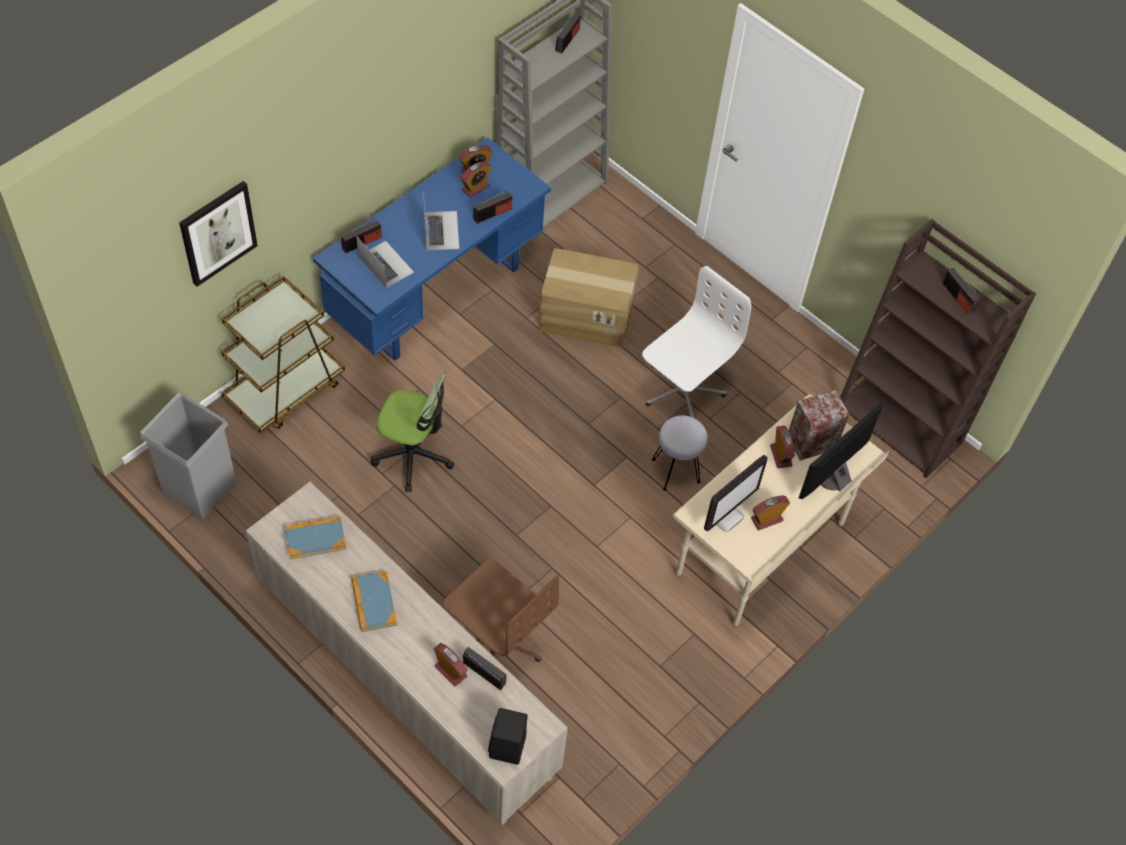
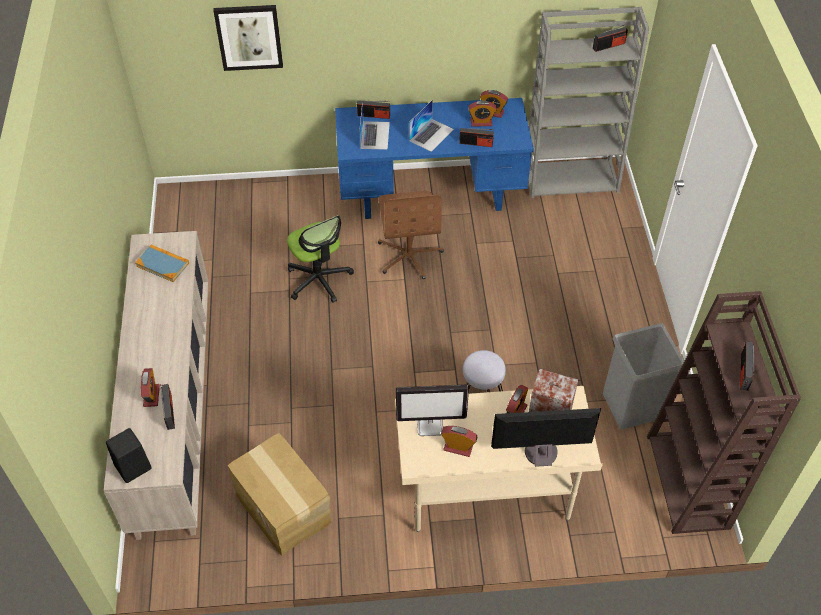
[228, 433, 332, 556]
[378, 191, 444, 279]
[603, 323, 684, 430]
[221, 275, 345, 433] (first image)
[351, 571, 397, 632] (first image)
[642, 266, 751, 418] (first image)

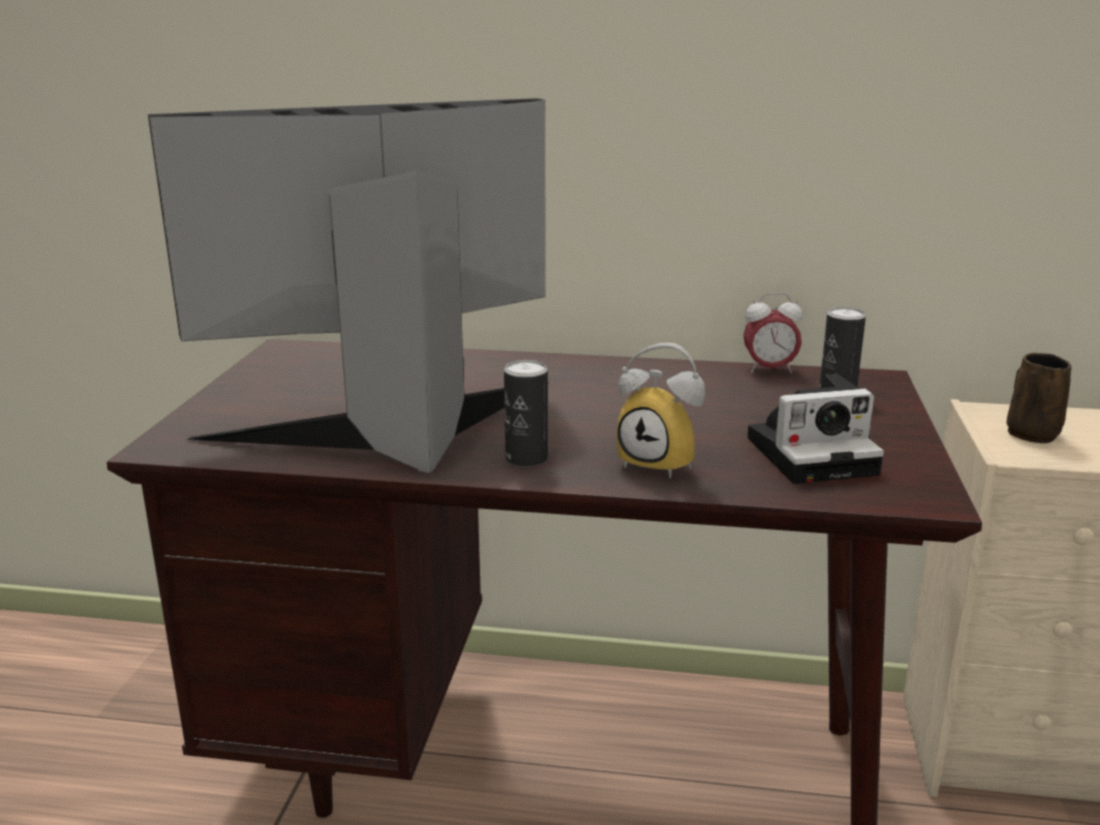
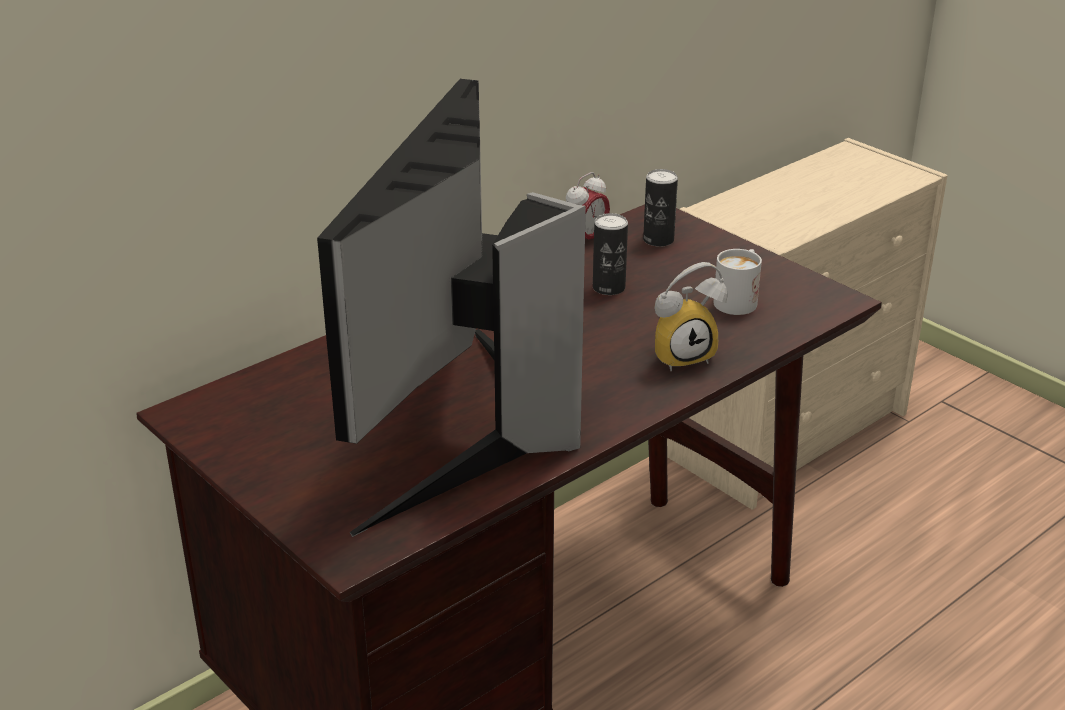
[593, 213, 628, 295]
[714, 249, 762, 315]
[1007, 353, 1071, 443] (first image)

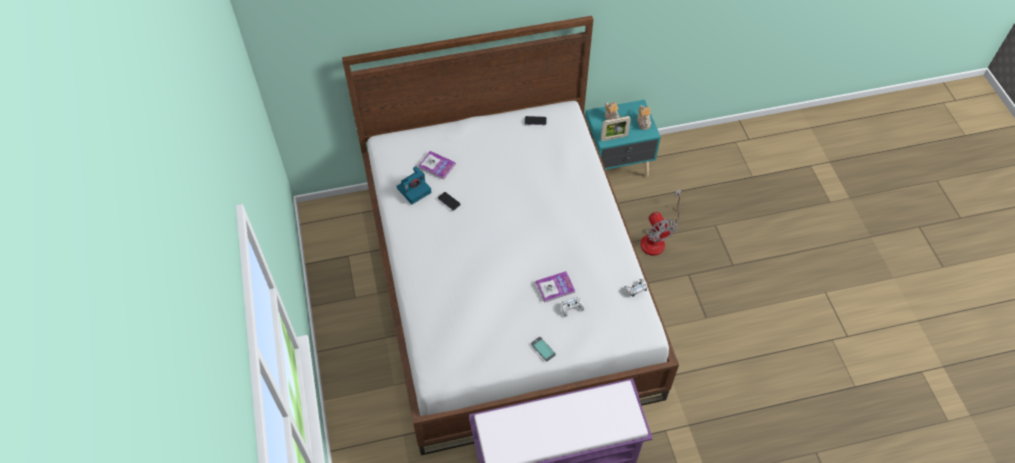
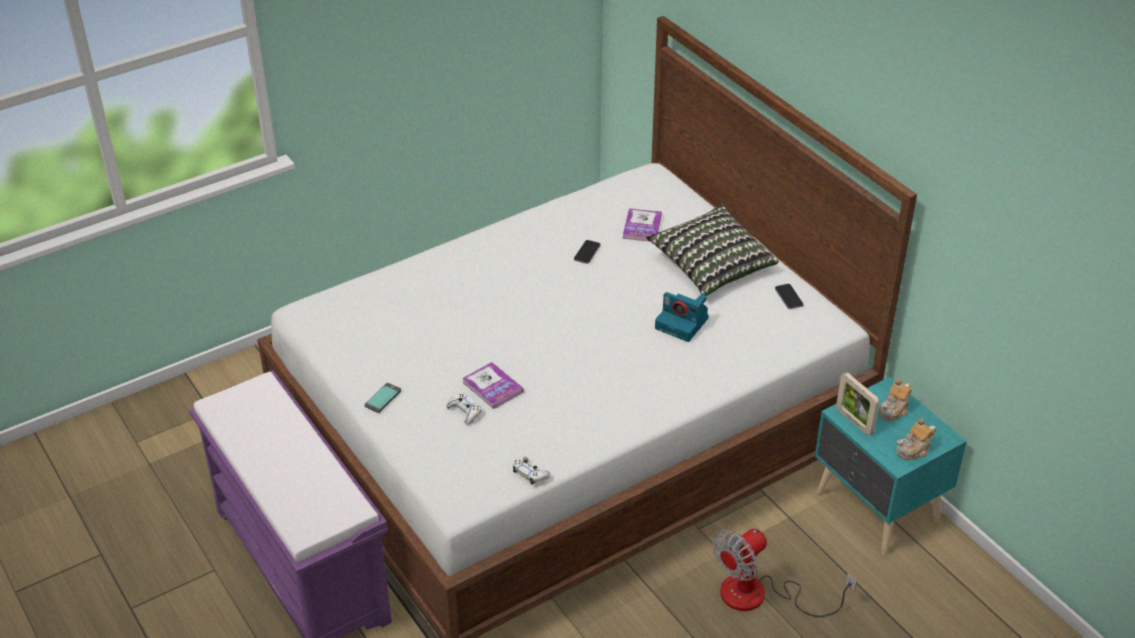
[646, 205, 779, 296]
[655, 292, 709, 342]

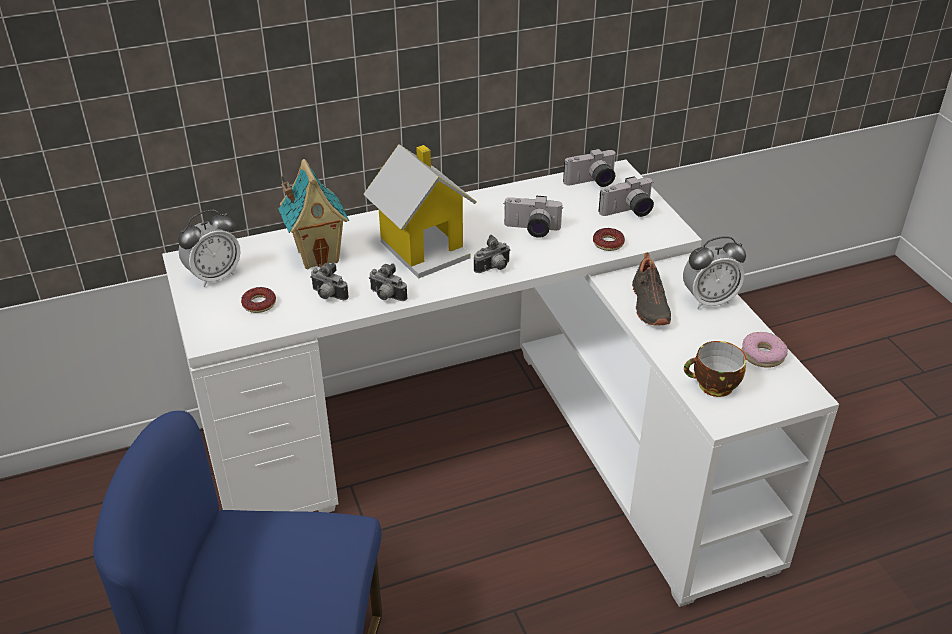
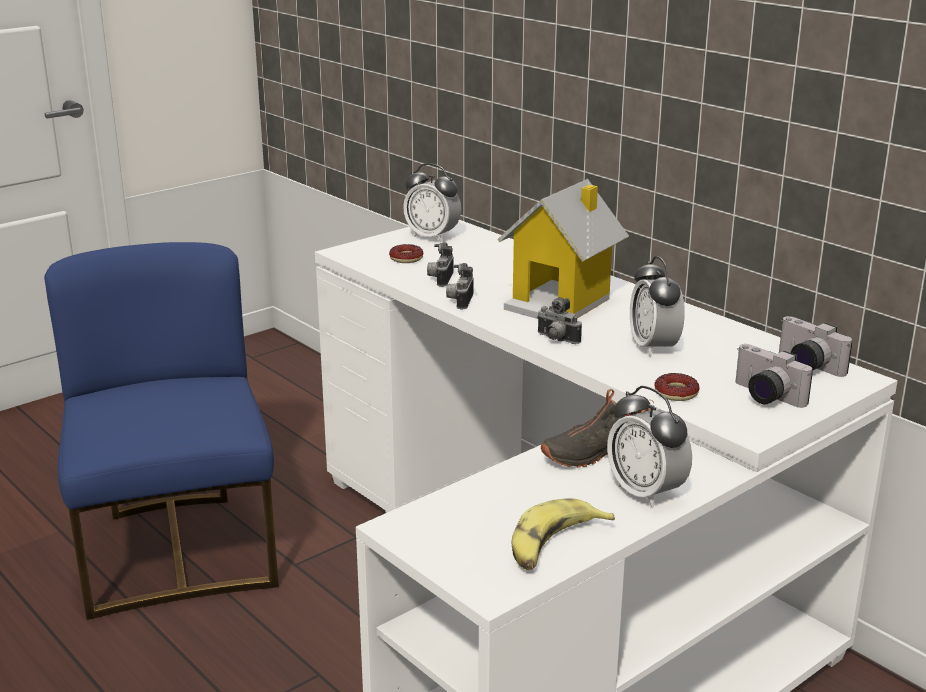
[512, 499, 615, 570]
[630, 256, 685, 357]
[279, 159, 349, 269] (first image)
[684, 341, 746, 397] (first image)

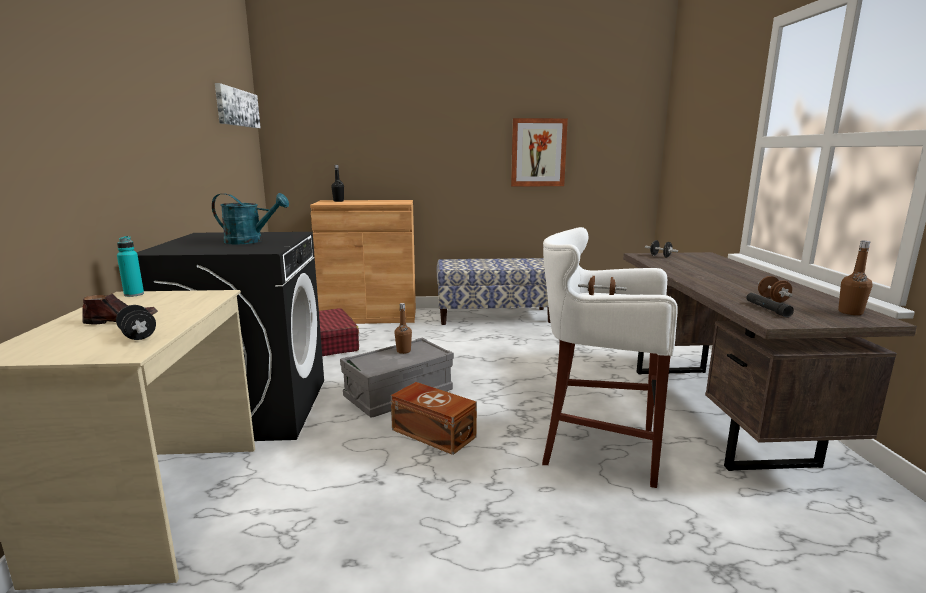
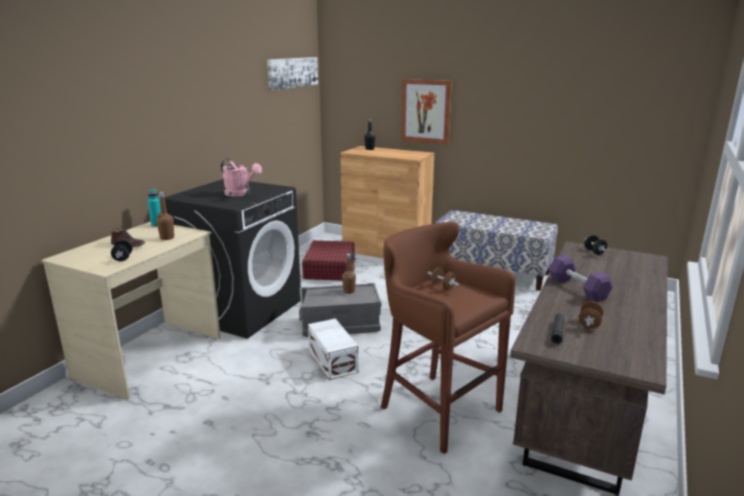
[156, 192, 174, 240]
[220, 159, 262, 197]
[308, 318, 358, 380]
[381, 222, 515, 454]
[402, 79, 452, 144]
[548, 255, 613, 302]

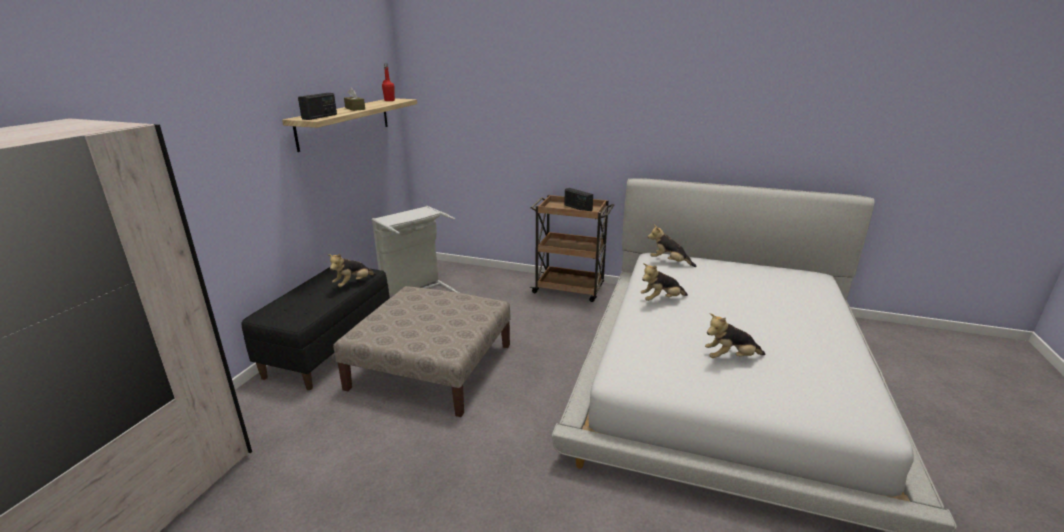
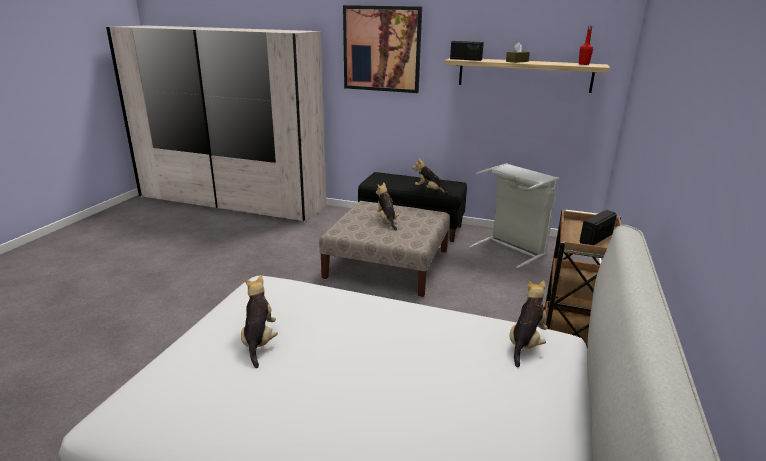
[343, 5, 422, 93]
[376, 182, 400, 230]

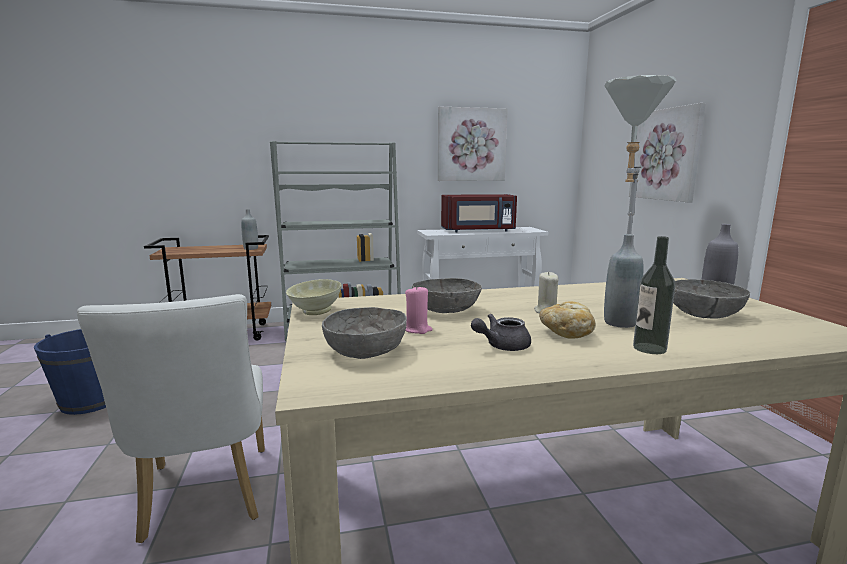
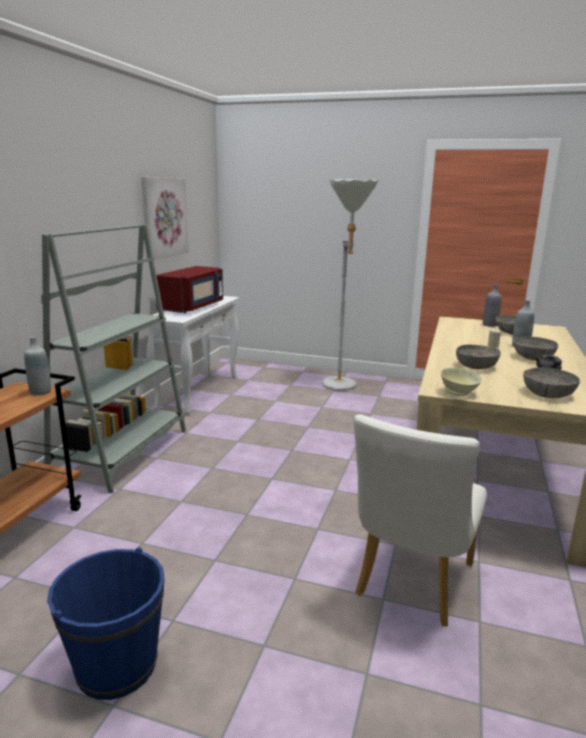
[354, 414, 487, 627]
[513, 336, 558, 361]
[405, 285, 433, 334] (first image)
[629, 103, 706, 202] (first image)
[633, 236, 675, 354] (first image)

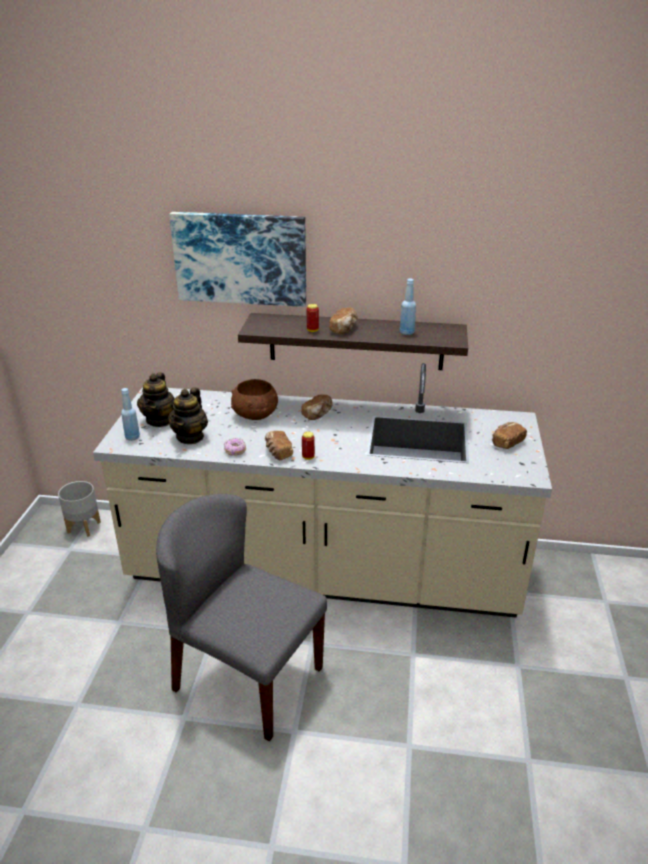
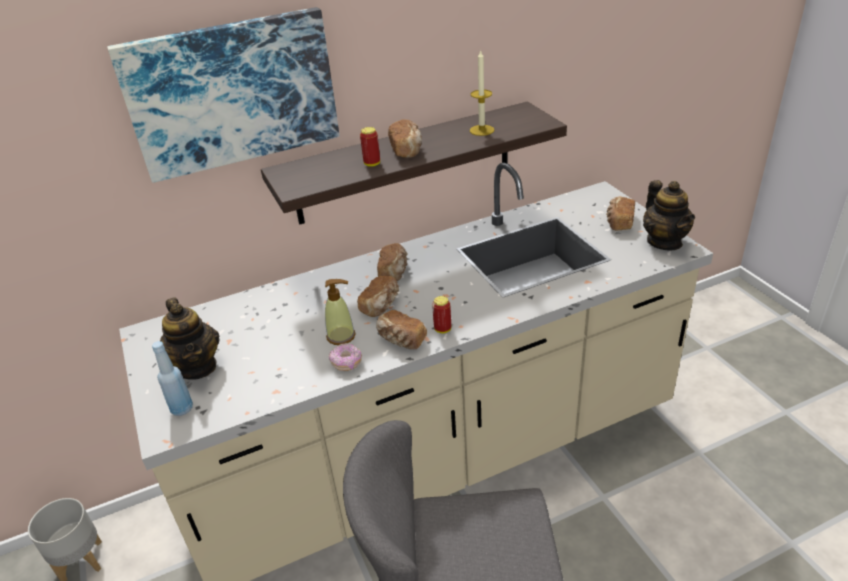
[325, 279, 355, 345]
[357, 276, 399, 317]
[470, 49, 495, 136]
[643, 180, 695, 251]
[231, 379, 278, 420] (first image)

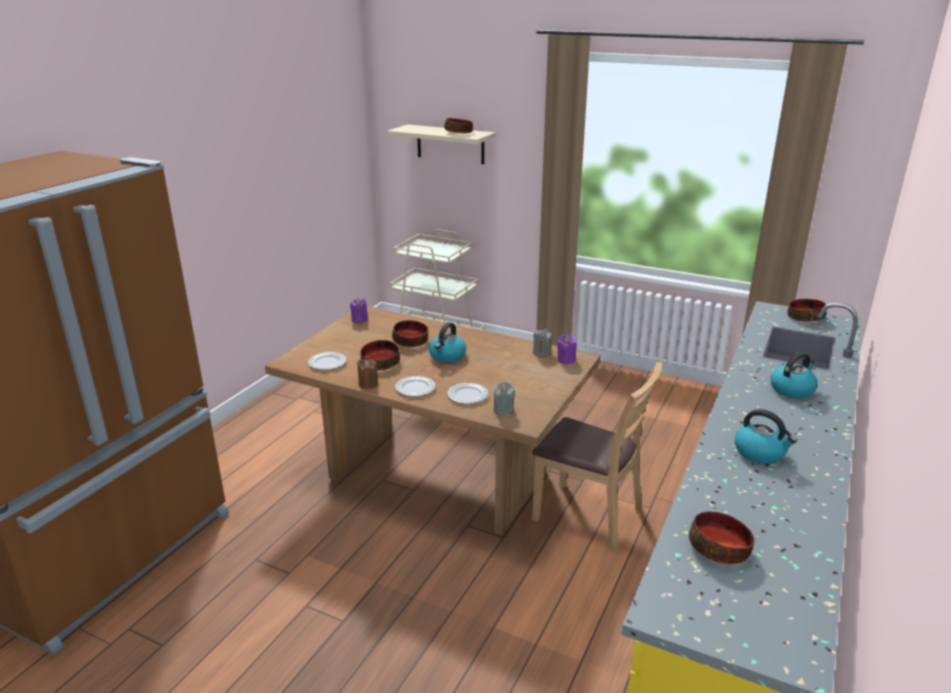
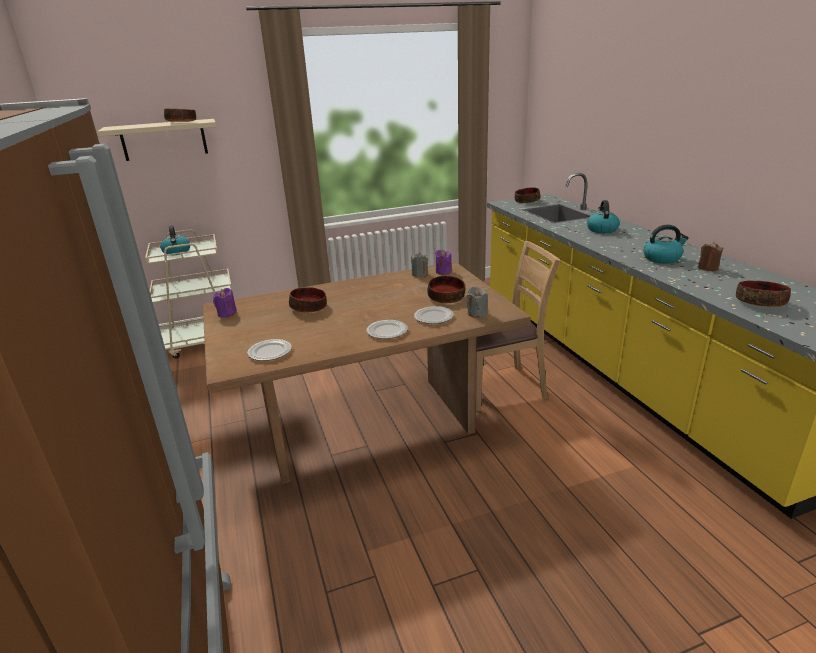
[160, 226, 190, 256]
[427, 276, 465, 303]
[698, 242, 723, 271]

